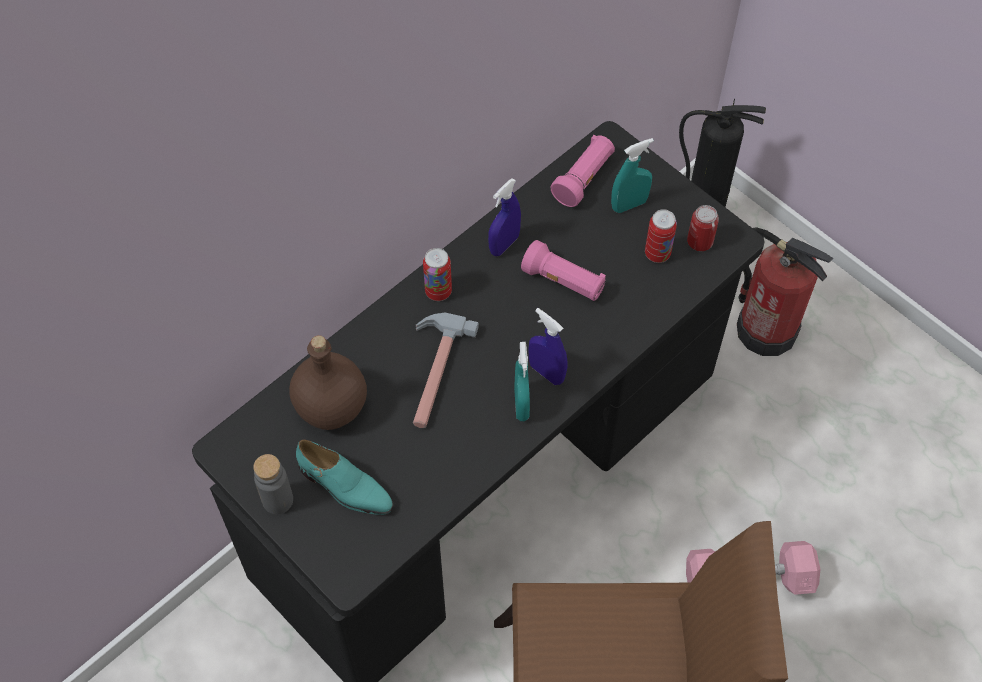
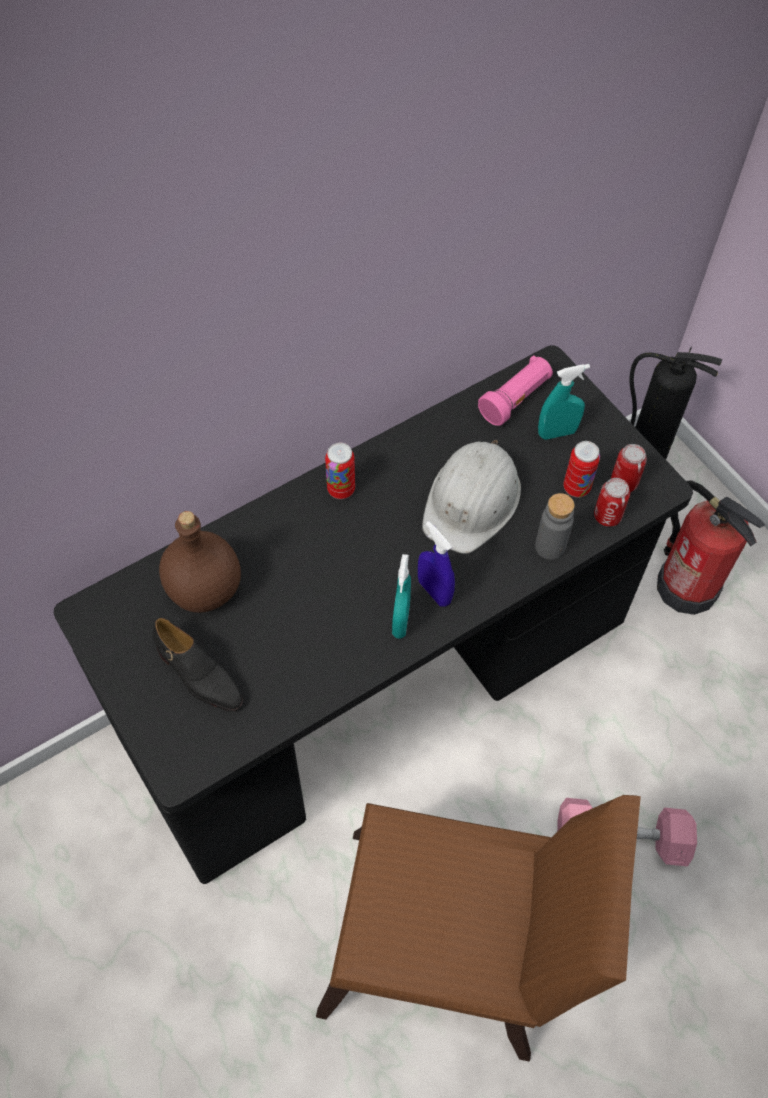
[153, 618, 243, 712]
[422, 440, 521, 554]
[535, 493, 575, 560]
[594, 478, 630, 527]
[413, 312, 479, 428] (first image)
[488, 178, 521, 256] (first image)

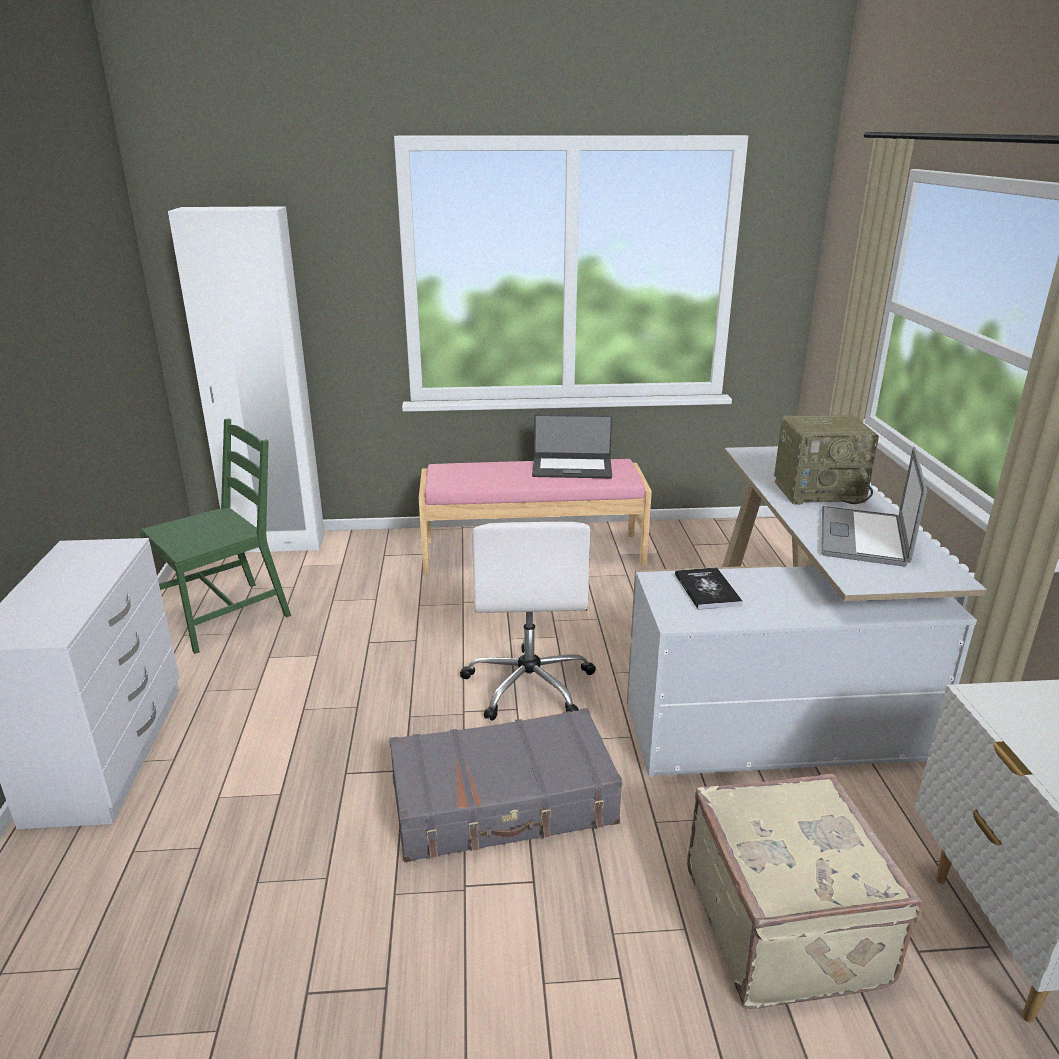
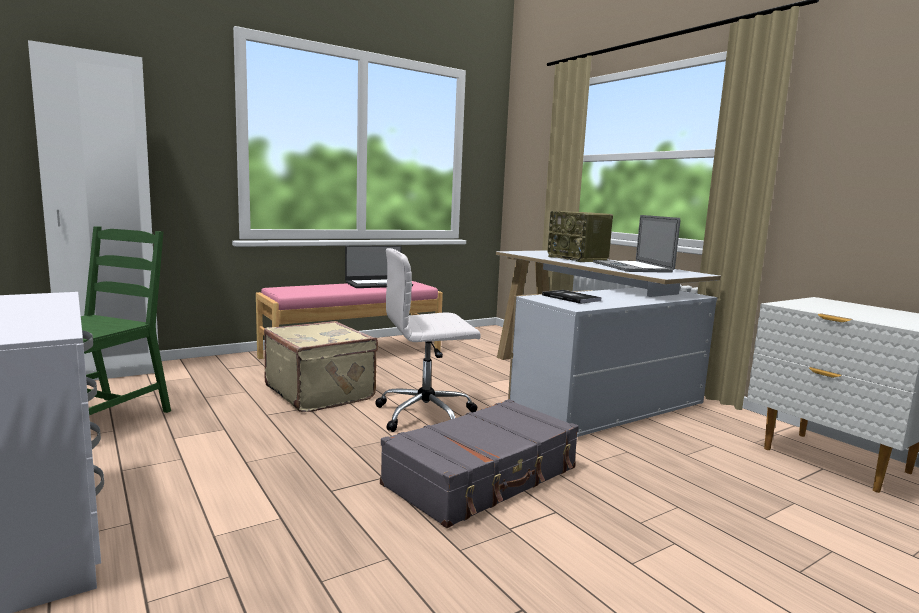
[264, 321, 378, 412]
[375, 248, 481, 432]
[547, 211, 613, 262]

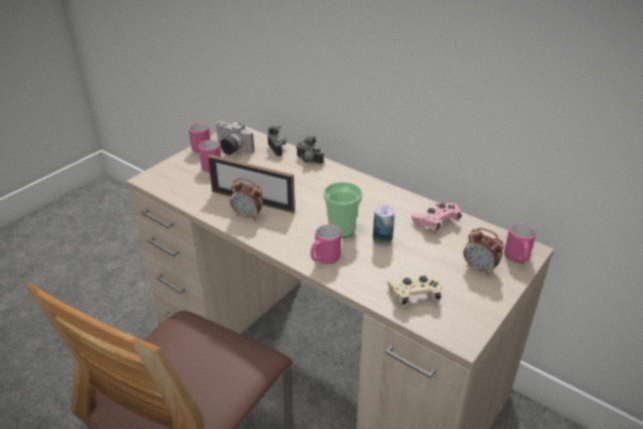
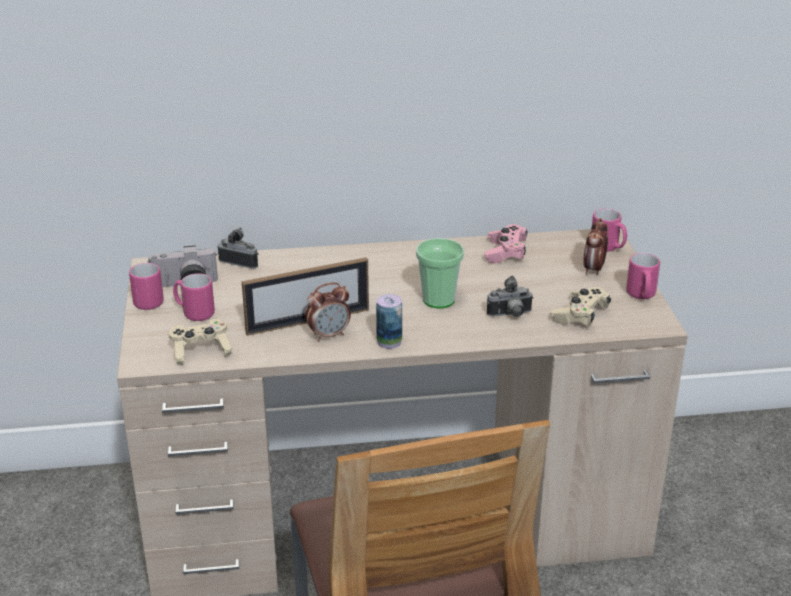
[168, 318, 233, 365]
[376, 294, 402, 349]
[487, 276, 533, 317]
[583, 218, 608, 275]
[626, 253, 660, 299]

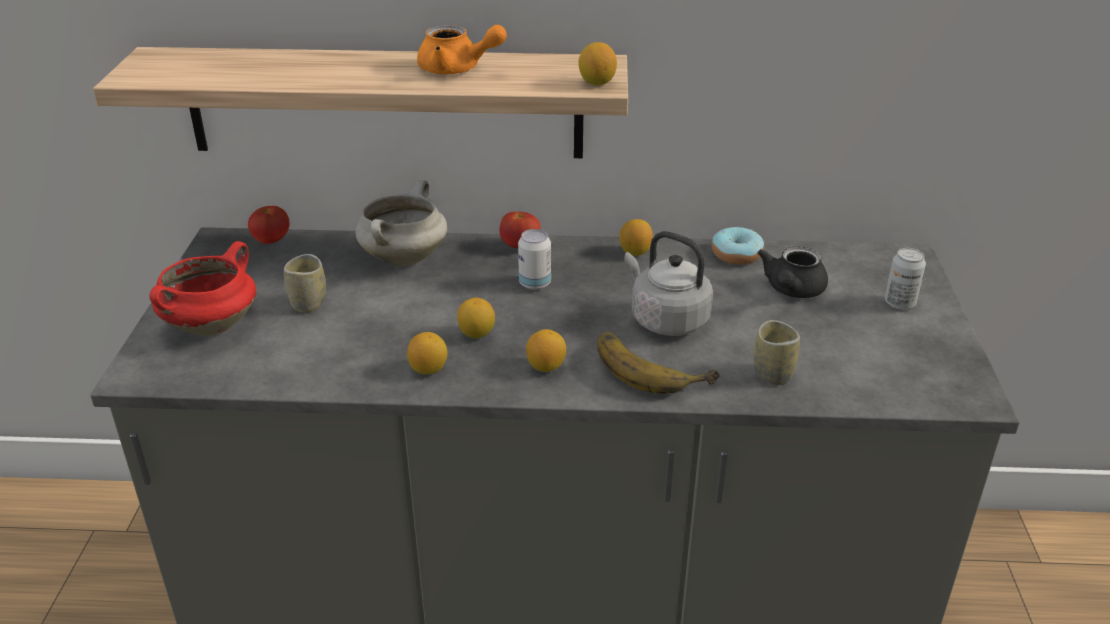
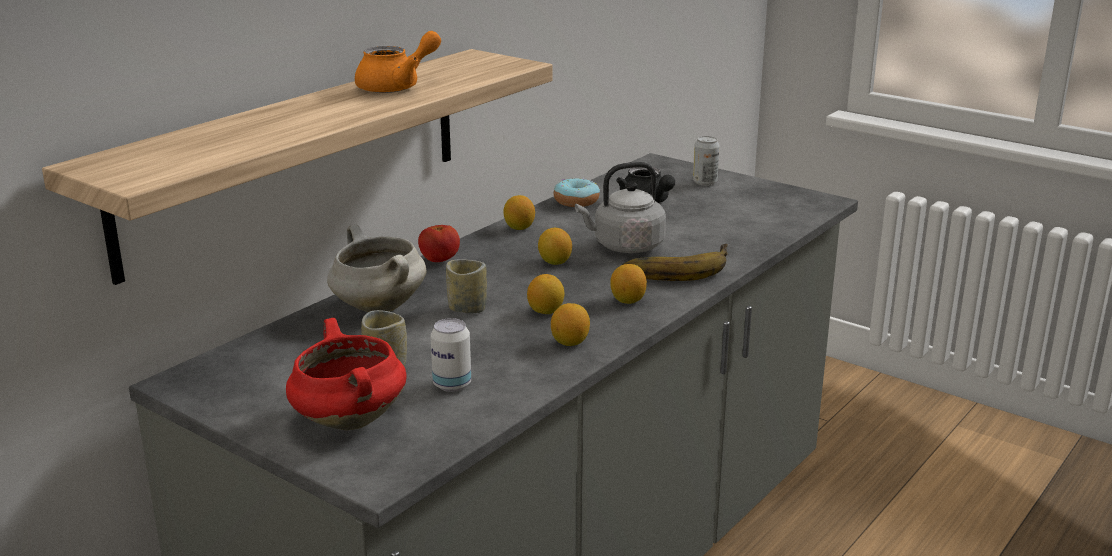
[430, 318, 471, 392]
[446, 259, 487, 313]
[538, 228, 572, 265]
[248, 206, 290, 244] (first image)

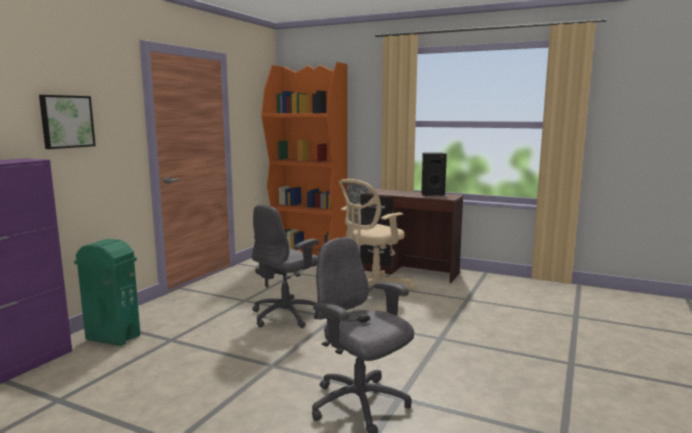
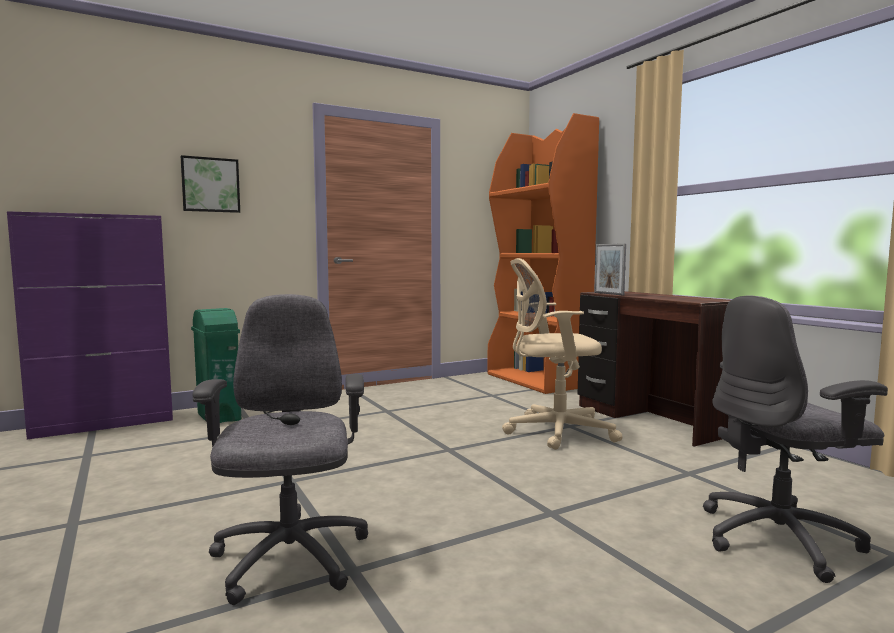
[594, 244, 626, 295]
[703, 296, 888, 583]
[421, 152, 447, 196] (first image)

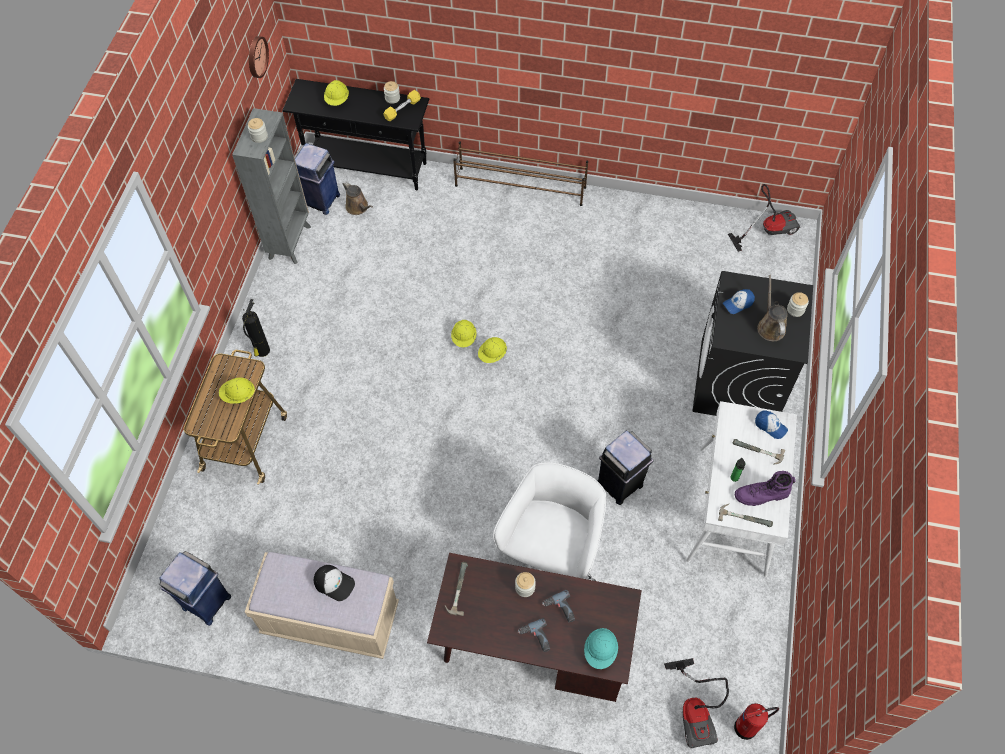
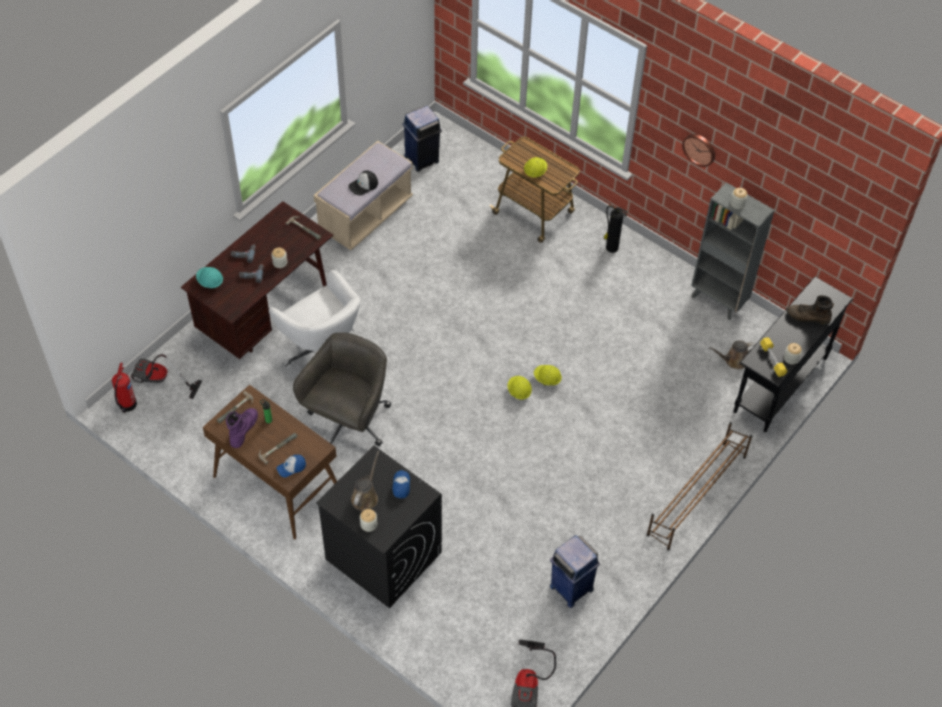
[203, 385, 337, 540]
[293, 332, 391, 446]
[351, 451, 380, 511]
[550, 535, 600, 608]
[682, 134, 715, 167]
[786, 295, 834, 325]

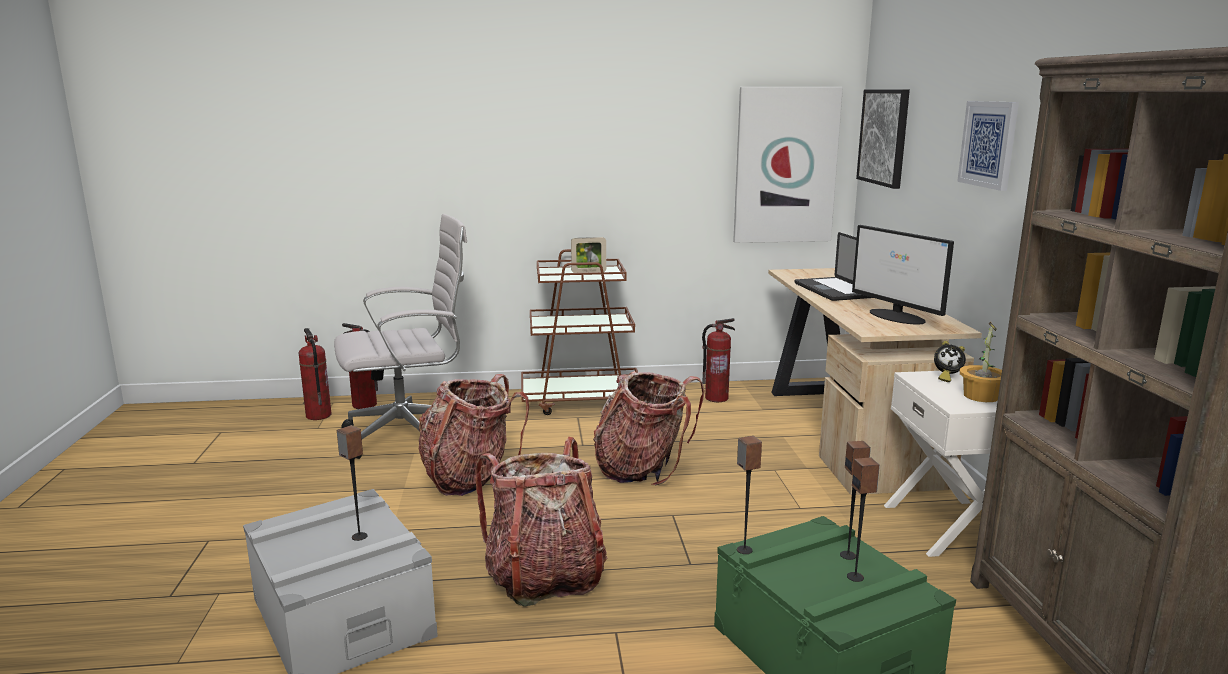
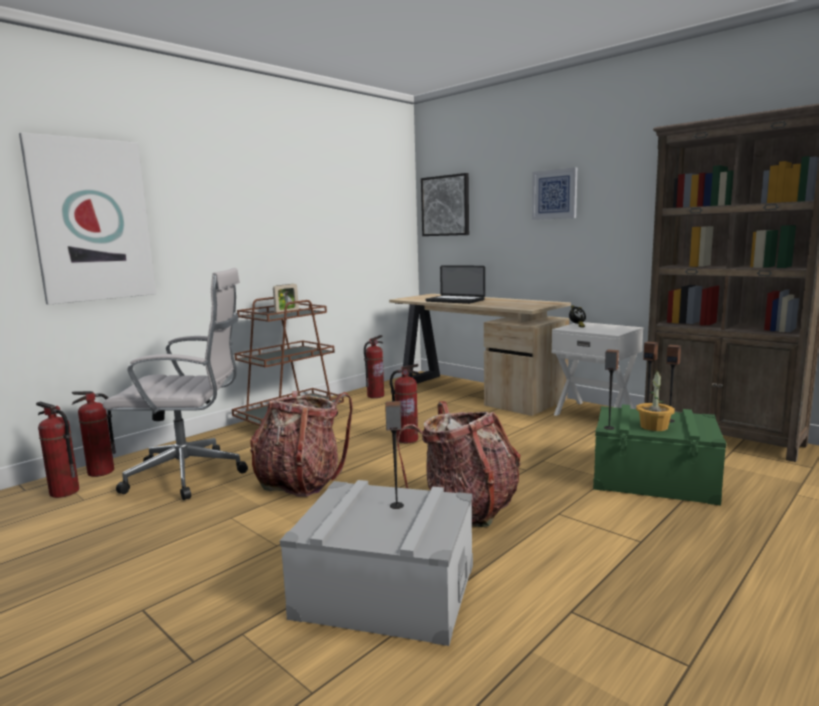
[19, 132, 156, 305]
[103, 268, 248, 500]
[390, 364, 420, 443]
[636, 369, 675, 431]
[852, 225, 954, 325] (first image)

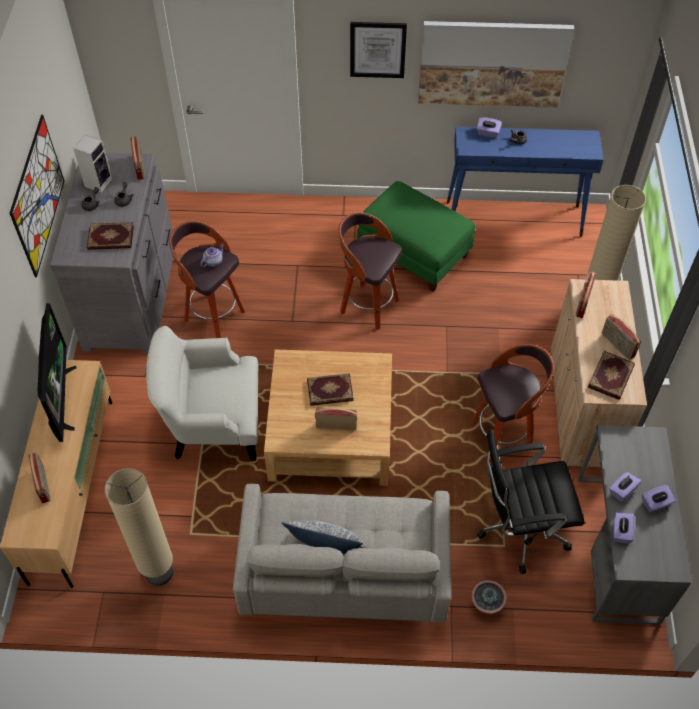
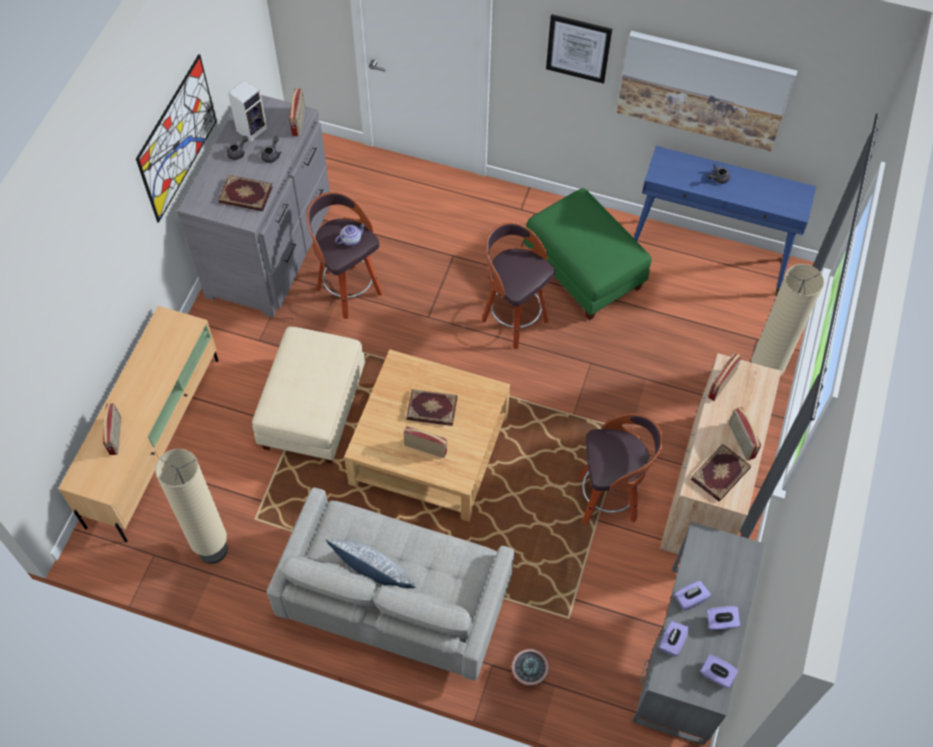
[252, 326, 365, 464]
[701, 654, 738, 688]
[37, 303, 77, 442] (first image)
[477, 429, 585, 574] (first image)

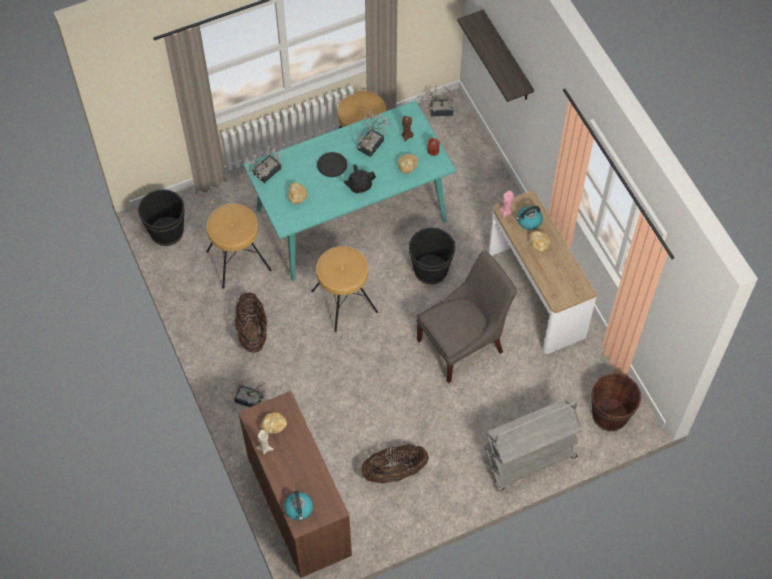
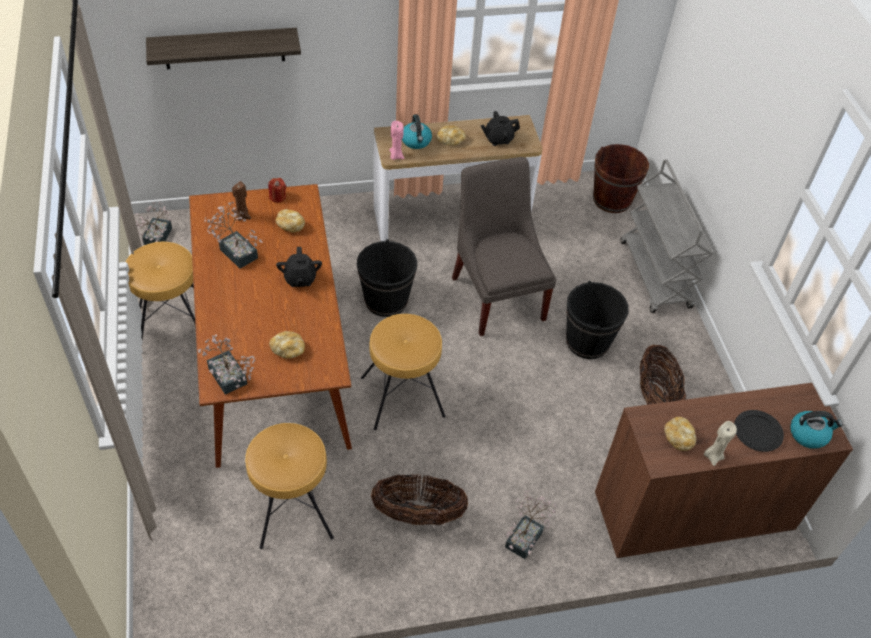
[189, 184, 352, 468]
[481, 111, 520, 146]
[566, 281, 629, 359]
[734, 410, 784, 452]

